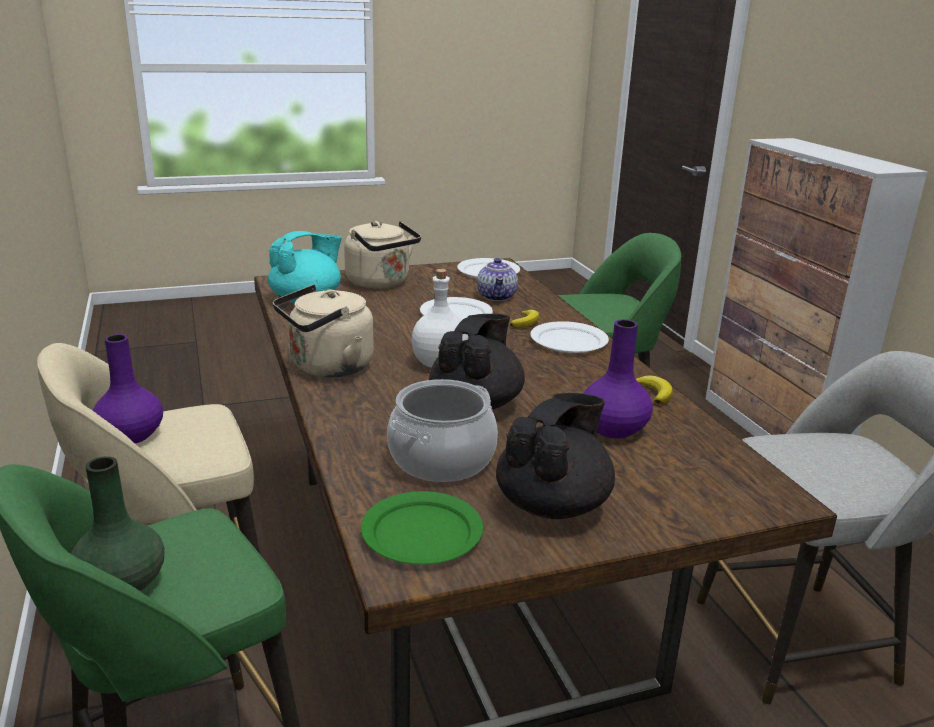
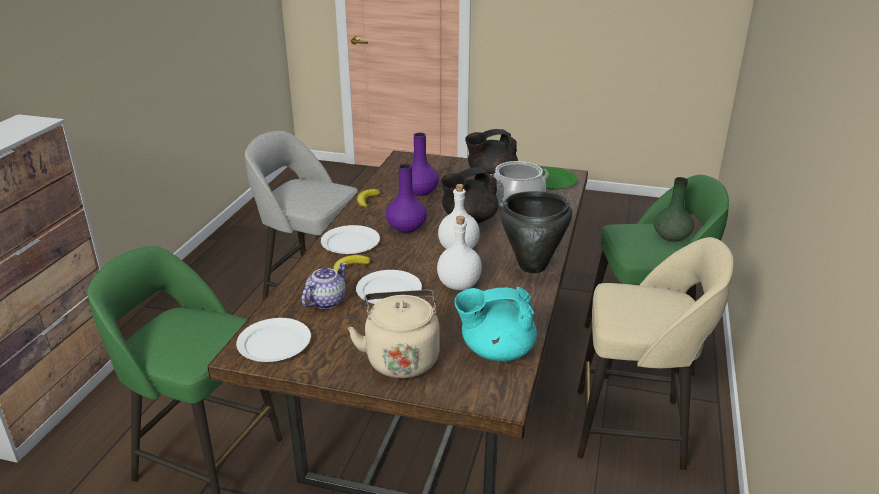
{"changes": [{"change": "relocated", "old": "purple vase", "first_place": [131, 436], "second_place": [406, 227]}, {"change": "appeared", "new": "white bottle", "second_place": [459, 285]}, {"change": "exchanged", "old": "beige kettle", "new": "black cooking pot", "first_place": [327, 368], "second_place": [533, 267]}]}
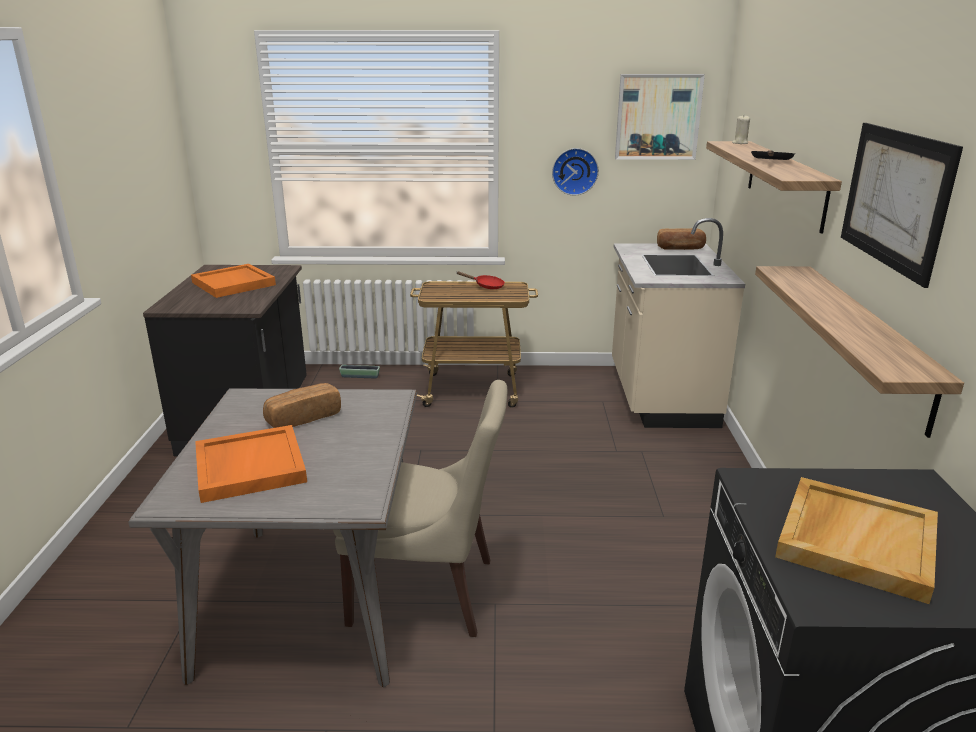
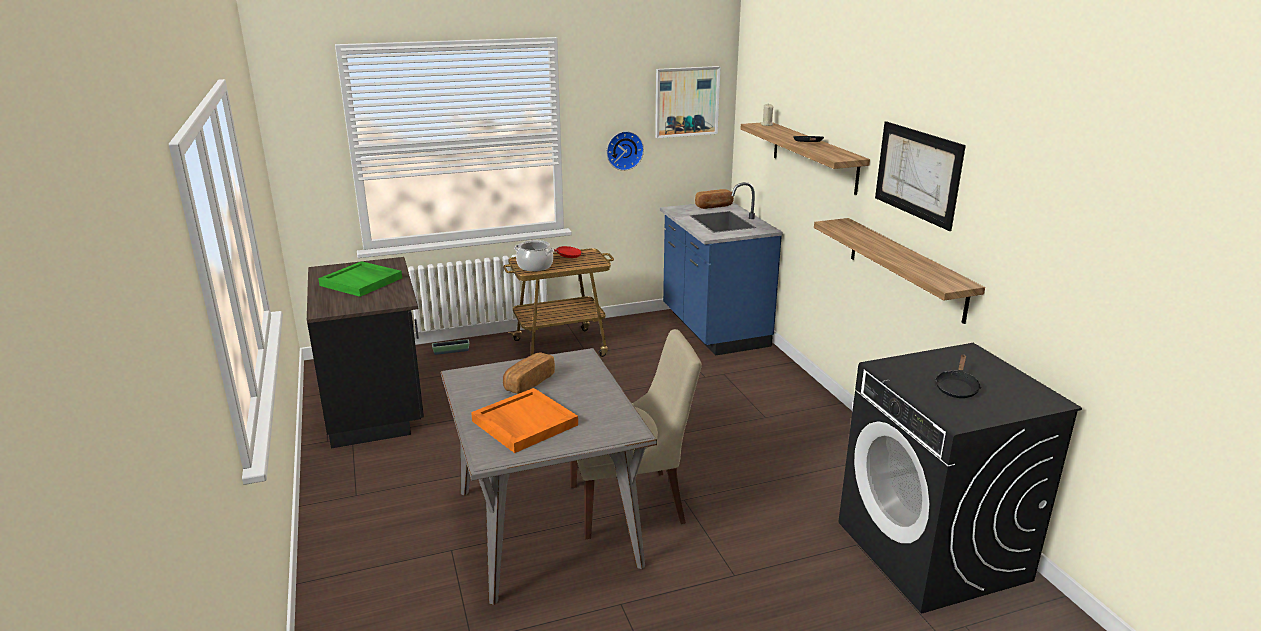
{"changes": [{"change": "colour", "old": "orange tray", "new": "green tray", "first_place": [234, 284], "second_place": [362, 281]}, {"change": "appeared", "new": "cooking pot", "second_place": [535, 266]}, {"change": "colour", "old": "beige counter", "new": "blue counter", "first_place": [659, 396], "second_place": [713, 329]}, {"change": "exchanged", "old": "beige tray", "new": "black frying pan", "first_place": [855, 540], "second_place": [956, 388]}]}
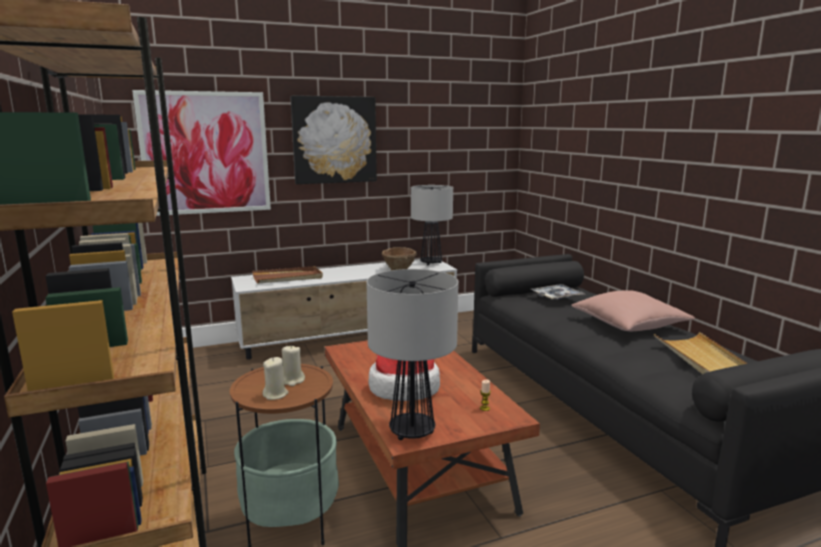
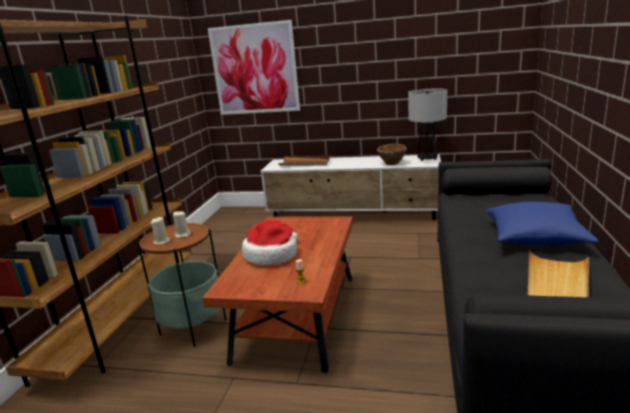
{"changes": [{"change": "colour", "old": "pink pillow", "new": "blue pillow", "first_place": [629, 325], "second_place": [535, 237]}, {"change": "missing", "old": "picture", "first_place": [334, 140]}, {"change": "missing", "old": "table lamp", "first_place": [413, 431]}, {"change": "missing", "old": "tray", "first_place": [556, 297]}]}
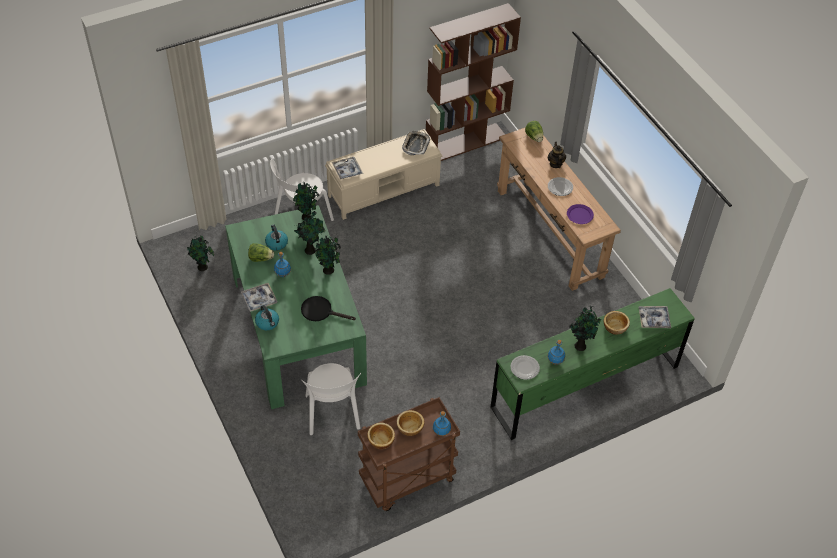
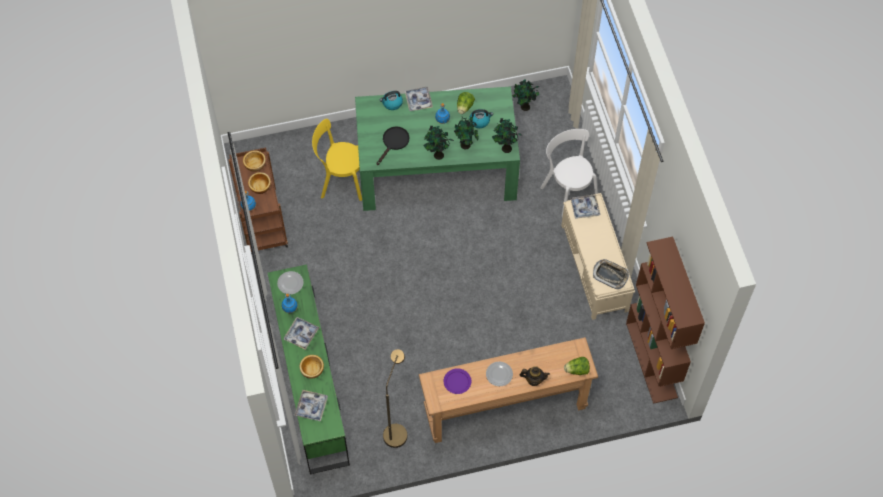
{"changes": [{"change": "exchanged", "old": "potted plant", "new": "tray", "first_place": [580, 345], "second_place": [301, 334]}, {"change": "colour", "old": "white chair", "new": "yellow chair", "first_place": [332, 414], "second_place": [340, 180]}, {"change": "appeared", "new": "brown floor lamp", "second_place": [396, 429]}]}
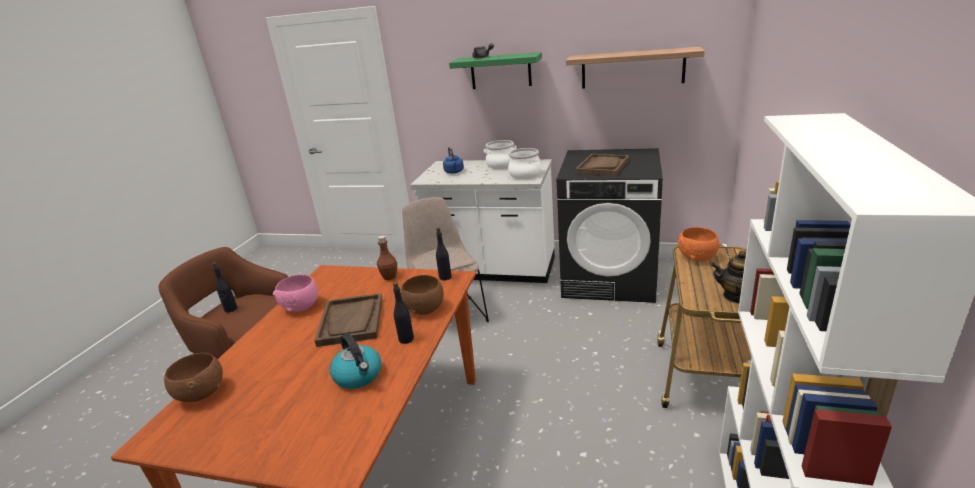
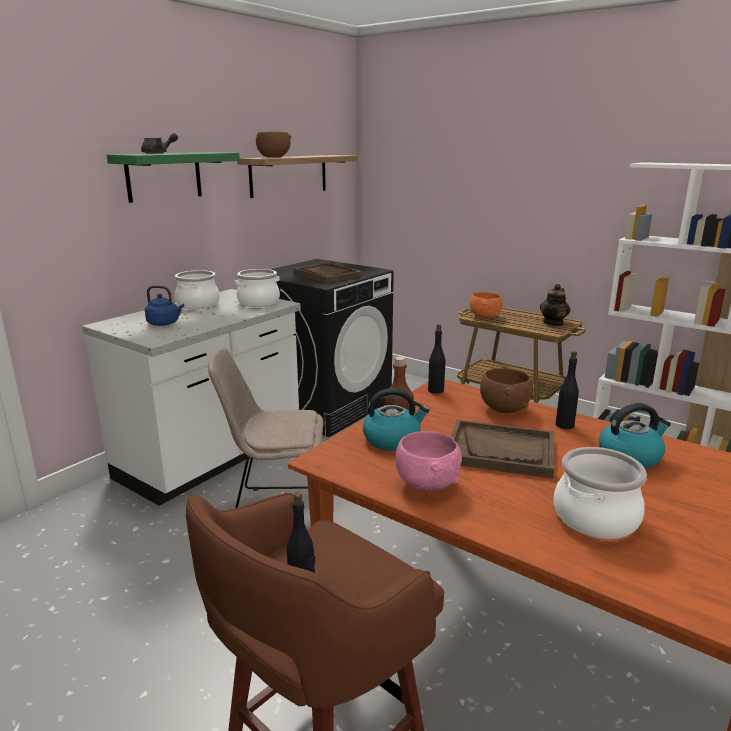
{"changes": [{"change": "relocated", "old": "brown bowl", "first_place": [201, 393], "second_place": [273, 157]}, {"change": "appeared", "new": "kettle", "second_place": [392, 439]}, {"change": "appeared", "new": "cooking pot", "second_place": [594, 517]}]}
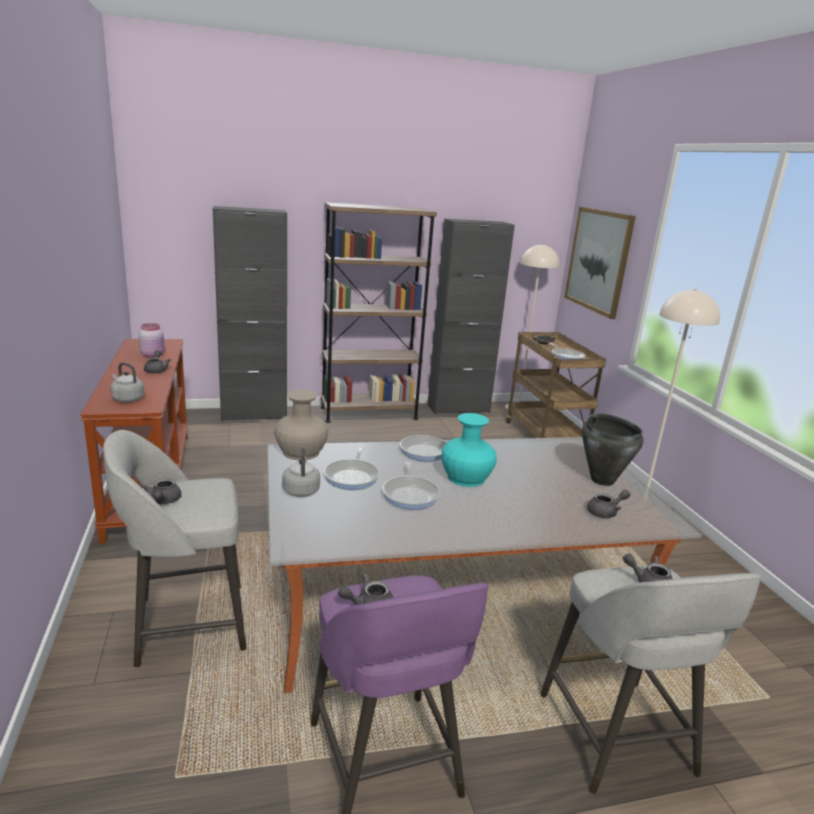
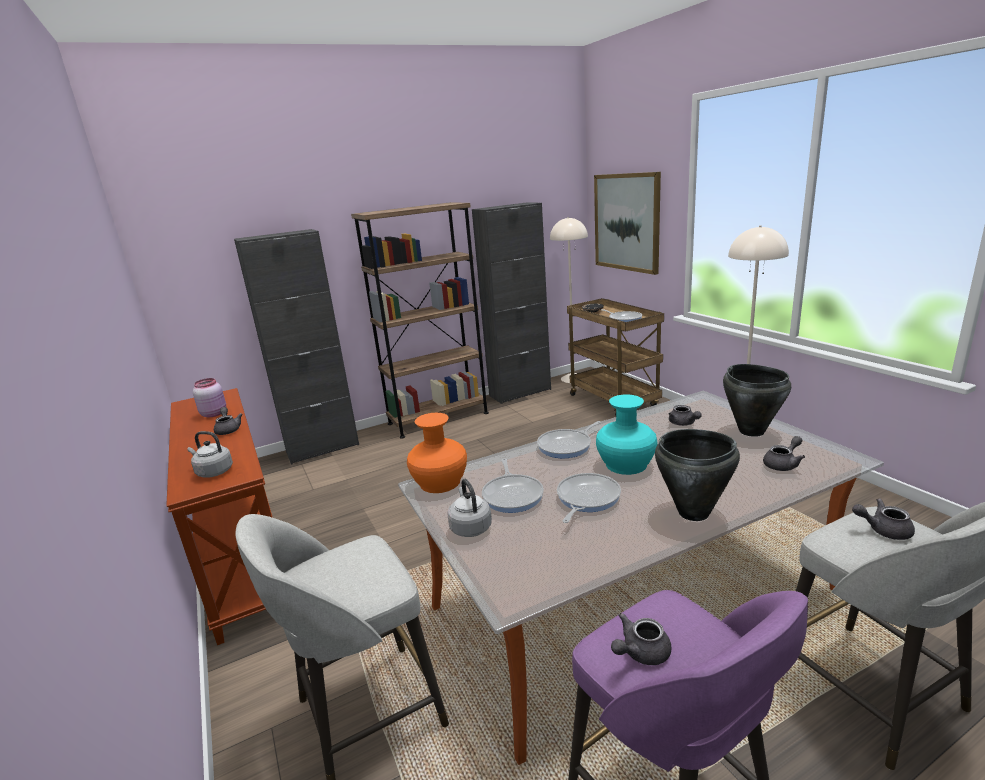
{"changes": [{"change": "colour", "old": "beige vase", "new": "orange vase", "first_place": [301, 452], "second_place": [440, 482]}, {"change": "spun", "old": "frying pan", "first_place": [410, 494], "second_place": [586, 499], "degrees": -135}, {"change": "appeared", "new": "black cooking pot", "second_place": [694, 513]}, {"change": "relocated", "old": "grey teapot", "first_place": [163, 501], "second_place": [683, 423]}]}
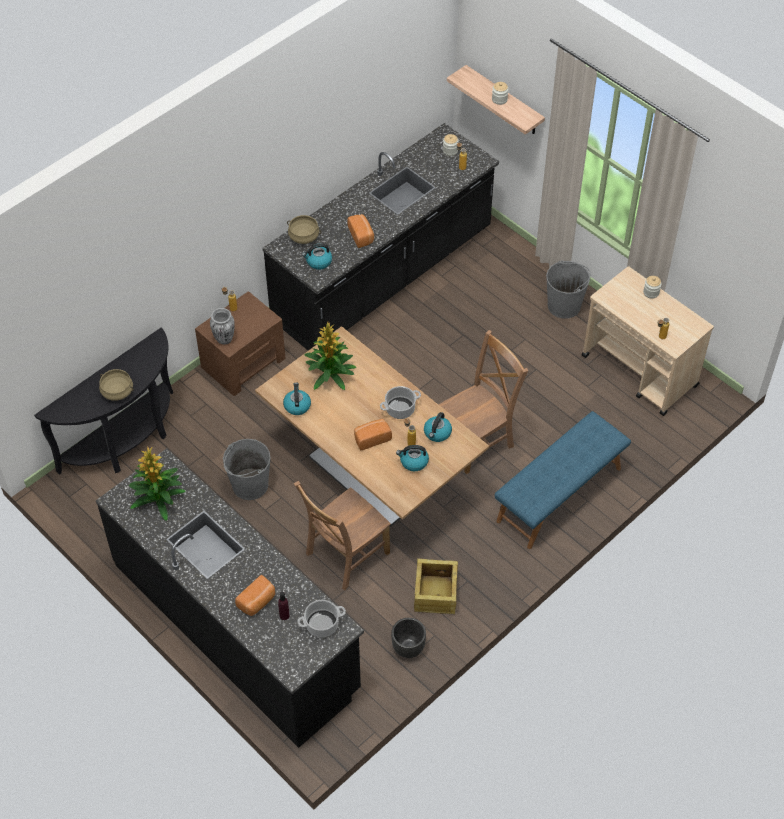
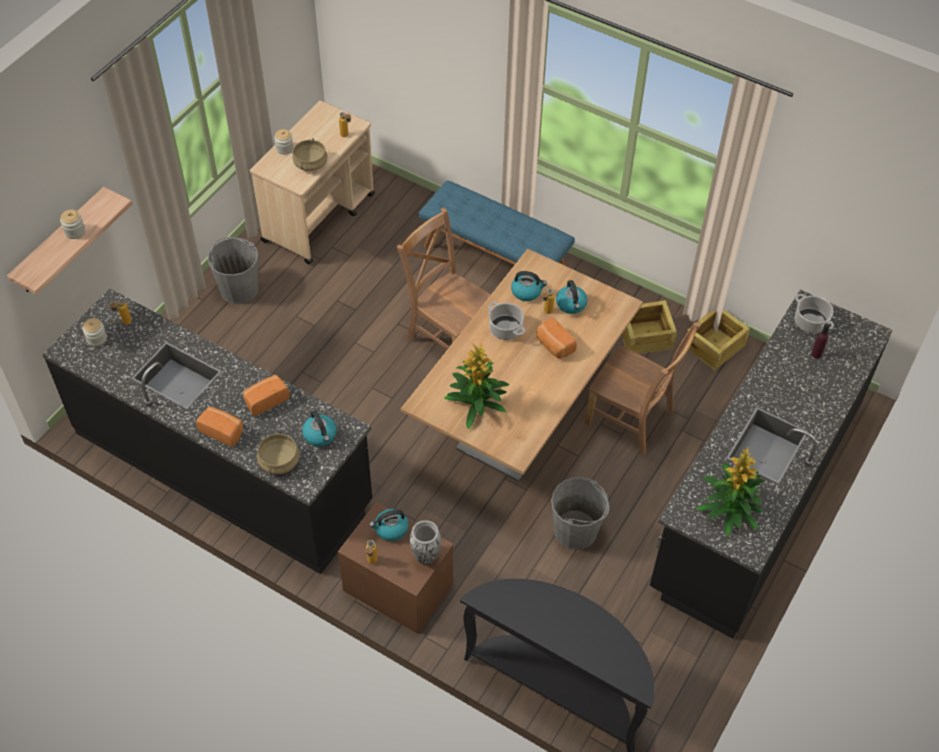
{"changes": [{"change": "relocated", "old": "bread", "first_place": [257, 602], "second_place": [223, 431]}, {"change": "relocated", "old": "beige cooking pot", "first_place": [117, 391], "second_place": [310, 163]}, {"change": "relocated", "old": "kettle", "first_place": [297, 405], "second_place": [391, 529]}, {"change": "exchanged", "old": "black planter", "new": "crate", "first_place": [408, 648], "second_place": [715, 346]}]}
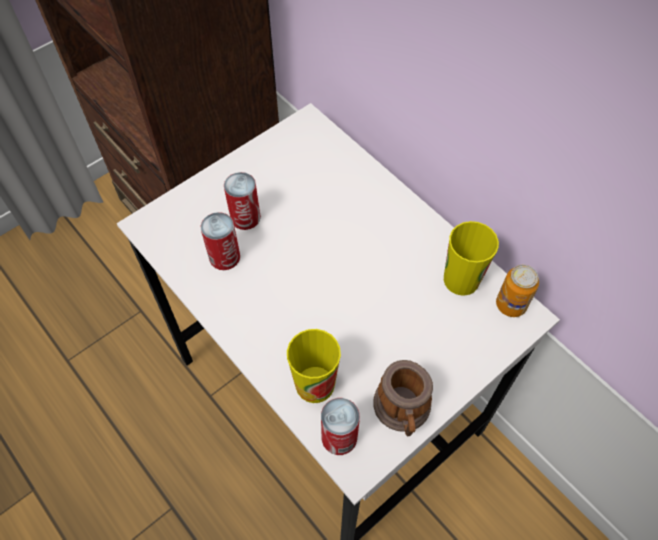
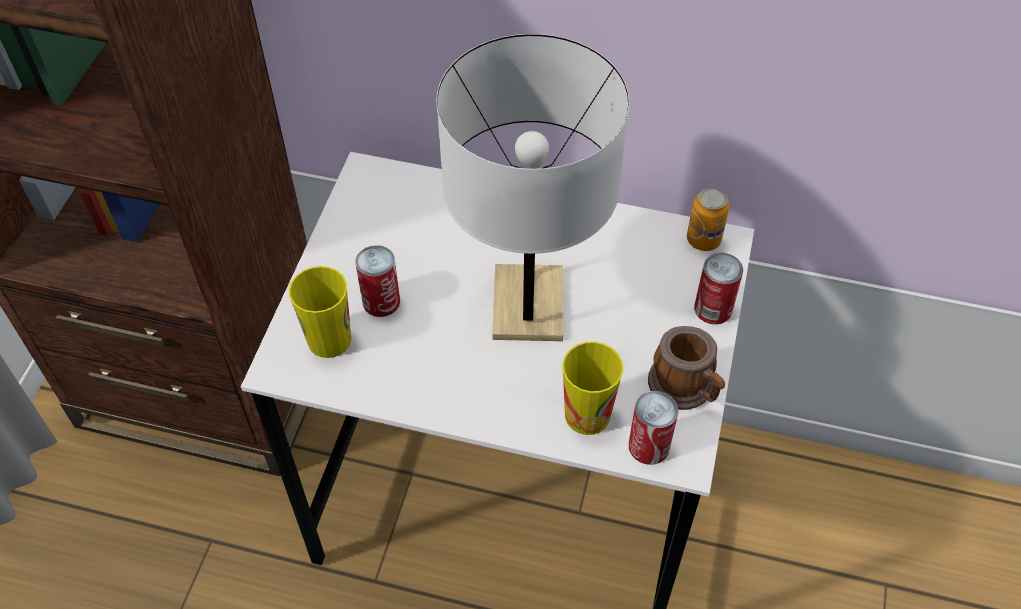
{"changes": [{"change": "relocated", "old": "cup", "first_place": [461, 279], "second_place": [329, 339]}, {"change": "appeared", "new": "white table lamp", "second_place": [528, 305]}, {"change": "relocated", "old": "can", "first_place": [224, 257], "second_place": [713, 309]}]}
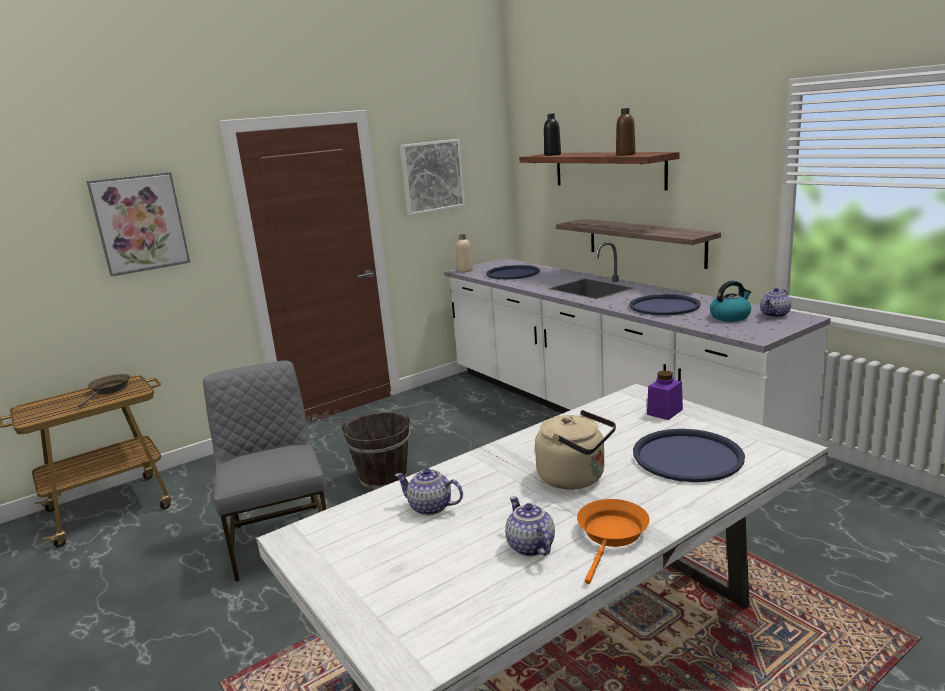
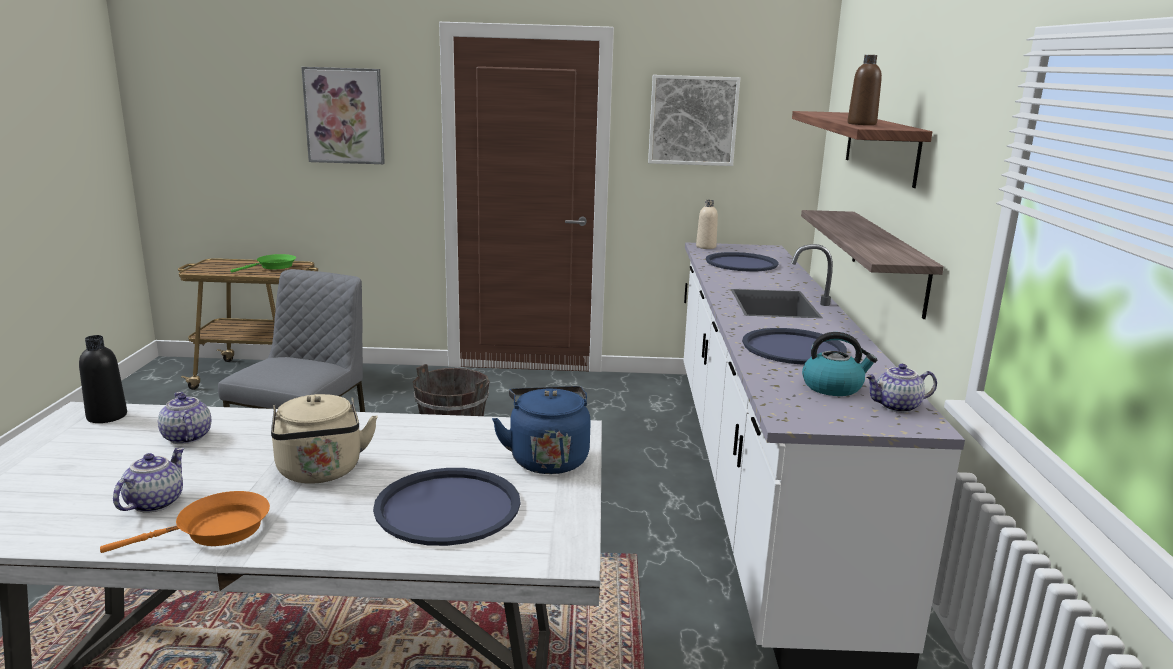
{"changes": [{"change": "relocated", "old": "black bottle", "first_place": [552, 155], "second_place": [107, 416]}, {"change": "colour", "old": "brown frying pan", "new": "green frying pan", "first_place": [109, 390], "second_place": [273, 267]}, {"change": "exchanged", "old": "purple jar", "new": "blue kettle", "first_place": [664, 412], "second_place": [547, 458]}]}
